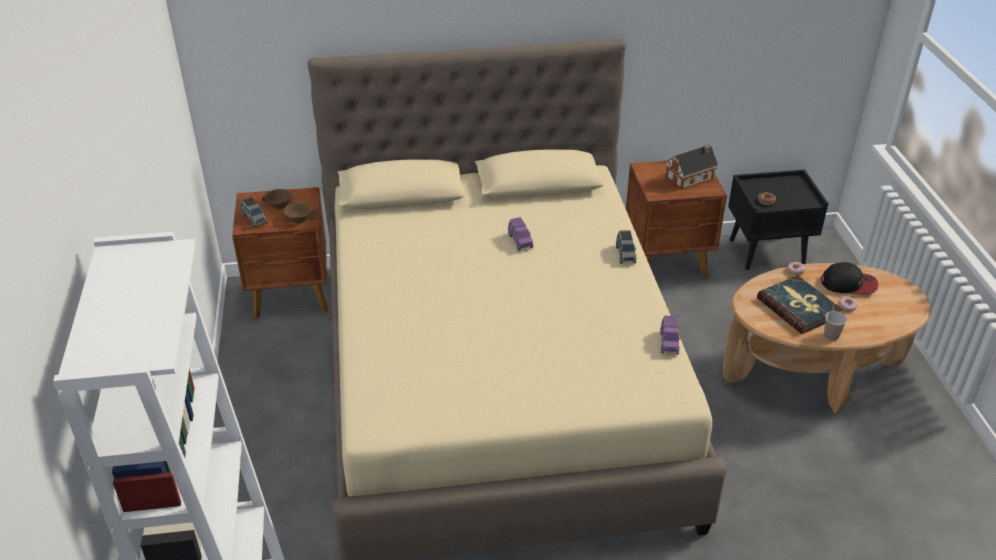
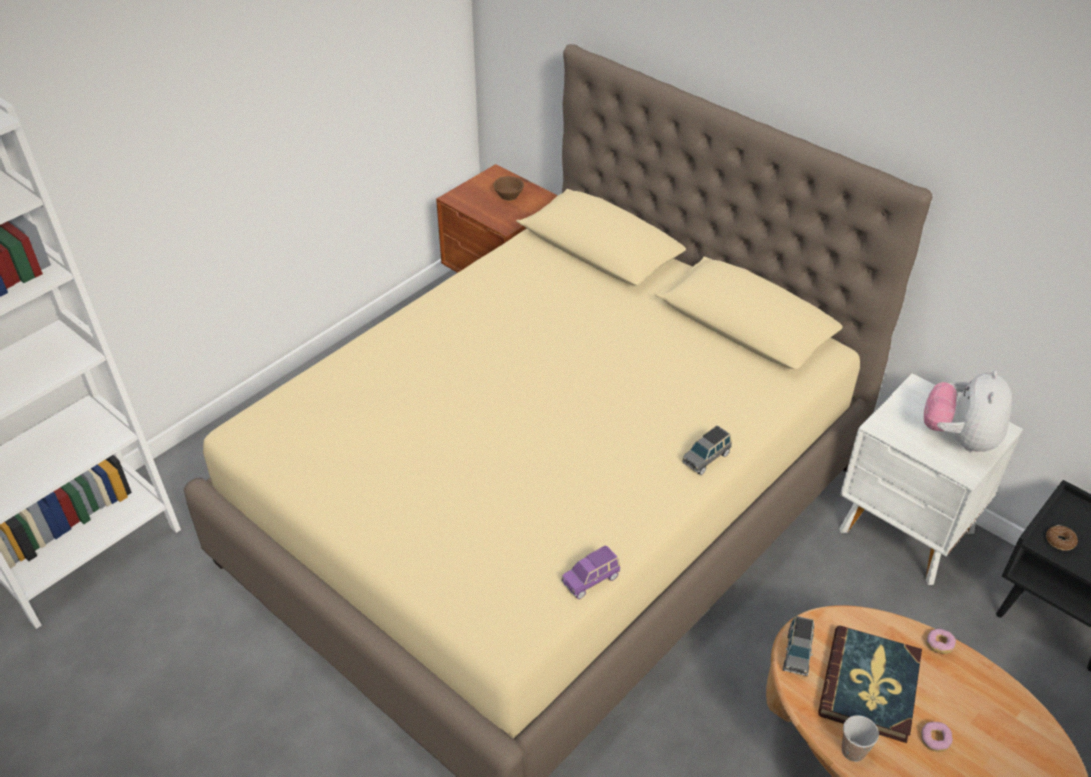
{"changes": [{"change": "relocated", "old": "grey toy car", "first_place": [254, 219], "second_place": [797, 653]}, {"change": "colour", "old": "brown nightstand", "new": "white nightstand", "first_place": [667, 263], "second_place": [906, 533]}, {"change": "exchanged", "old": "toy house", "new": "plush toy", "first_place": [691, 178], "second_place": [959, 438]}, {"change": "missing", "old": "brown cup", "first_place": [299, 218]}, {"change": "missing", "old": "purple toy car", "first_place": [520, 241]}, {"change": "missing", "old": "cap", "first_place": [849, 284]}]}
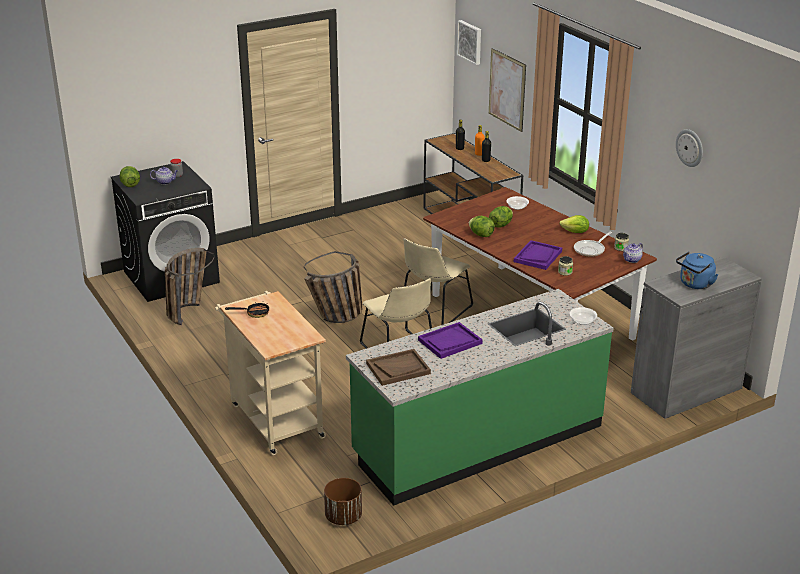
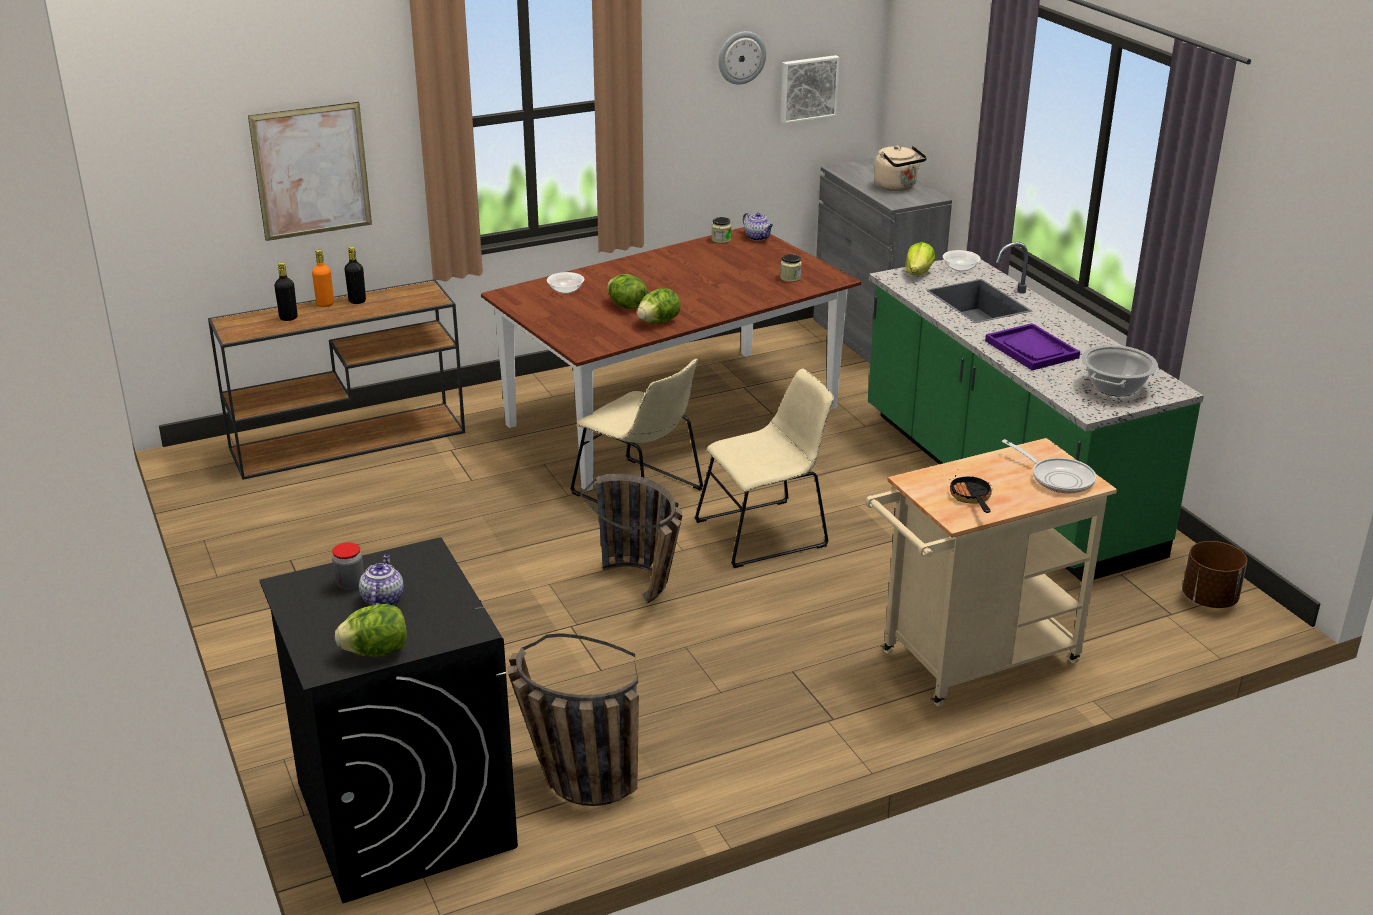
{"changes": [{"change": "relocated", "old": "picture", "first_place": [470, 42], "second_place": [808, 88]}, {"change": "colour", "old": "blue kettle", "new": "beige kettle", "first_place": [695, 284], "second_place": [897, 187]}, {"change": "relocated", "old": "lettuce", "first_place": [575, 232], "second_place": [918, 273]}, {"change": "relocated", "old": "frying pan", "first_place": [591, 250], "second_place": [1058, 478]}, {"change": "exchanged", "old": "brown tray", "new": "cooking pot", "first_place": [398, 368], "second_place": [1115, 387]}, {"change": "missing", "old": "purple tray", "first_place": [537, 256]}]}
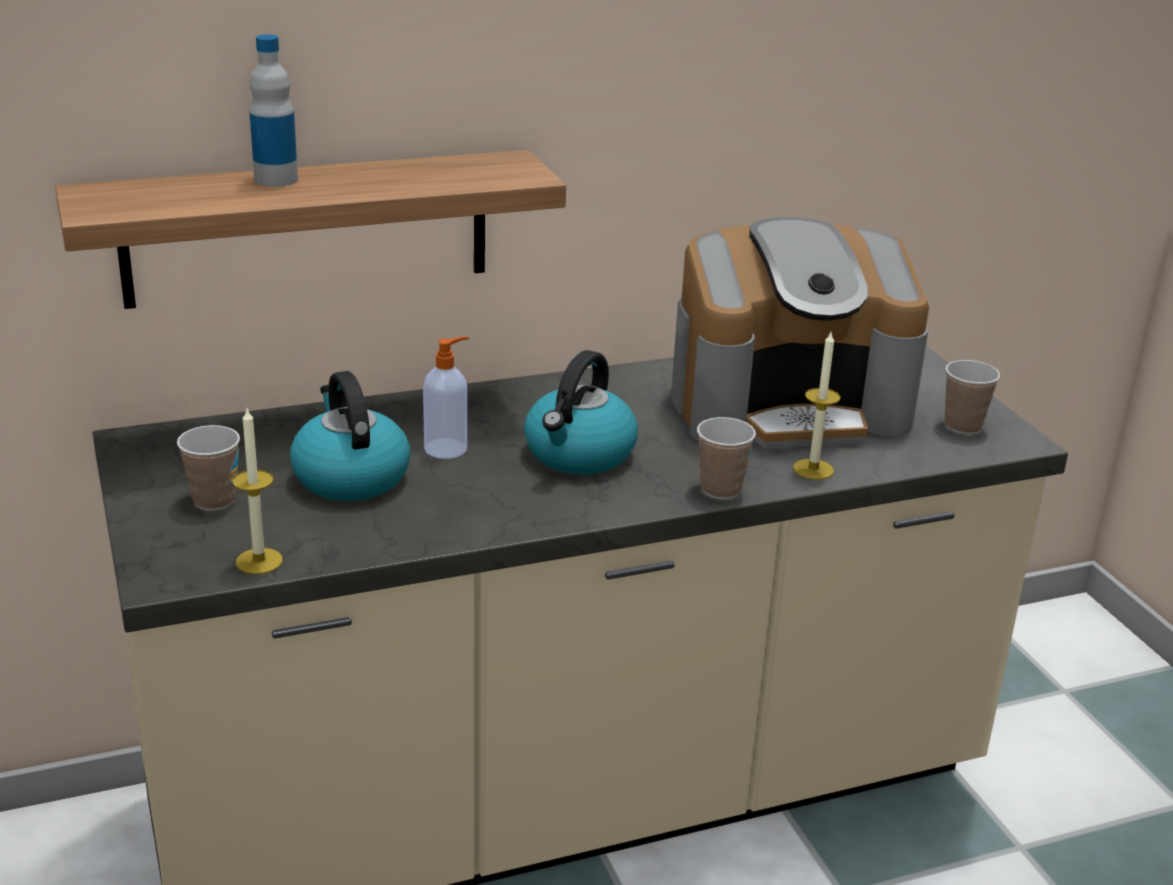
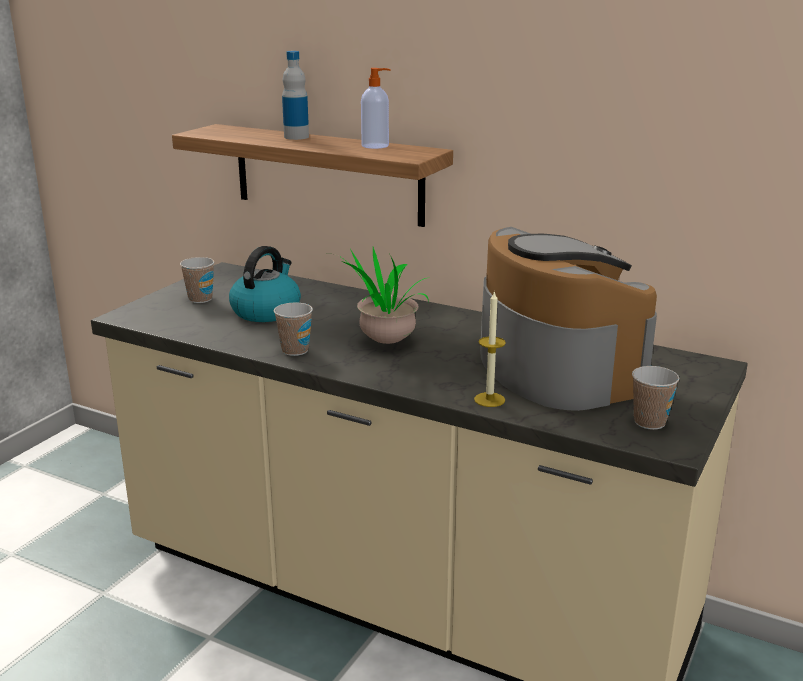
{"changes": [{"change": "relocated", "old": "cup", "first_place": [720, 489], "second_place": [295, 350]}, {"change": "exchanged", "old": "kettle", "new": "potted plant", "first_place": [579, 454], "second_place": [383, 343]}, {"change": "relocated", "old": "soap dispenser", "first_place": [447, 448], "second_place": [376, 146]}, {"change": "spun", "old": "coffee machine", "first_place": [789, 405], "second_place": [555, 368], "degrees": -150}, {"change": "missing", "old": "candle", "first_place": [259, 561]}]}
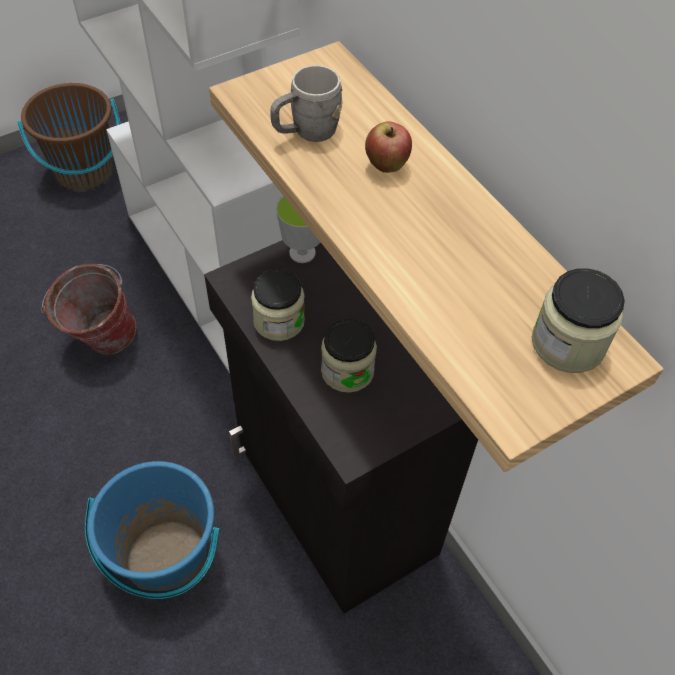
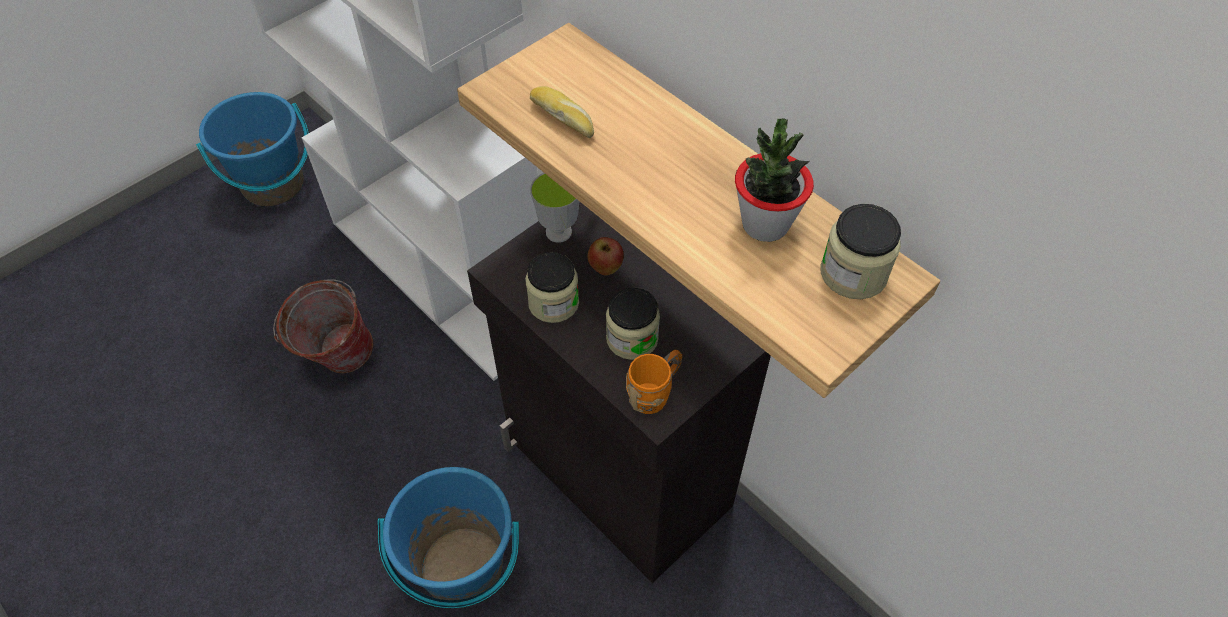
{"changes": [{"change": "colour", "old": "brown bucket", "new": "blue bucket", "first_place": [84, 171], "second_place": [273, 185]}, {"change": "exchanged", "old": "grey mug", "new": "bread", "first_place": [306, 132], "second_place": [564, 118]}, {"change": "relocated", "old": "apple", "first_place": [386, 166], "second_place": [606, 268]}, {"change": "appeared", "new": "orange mug", "second_place": [654, 392]}, {"change": "appeared", "new": "potted plant", "second_place": [765, 225]}]}
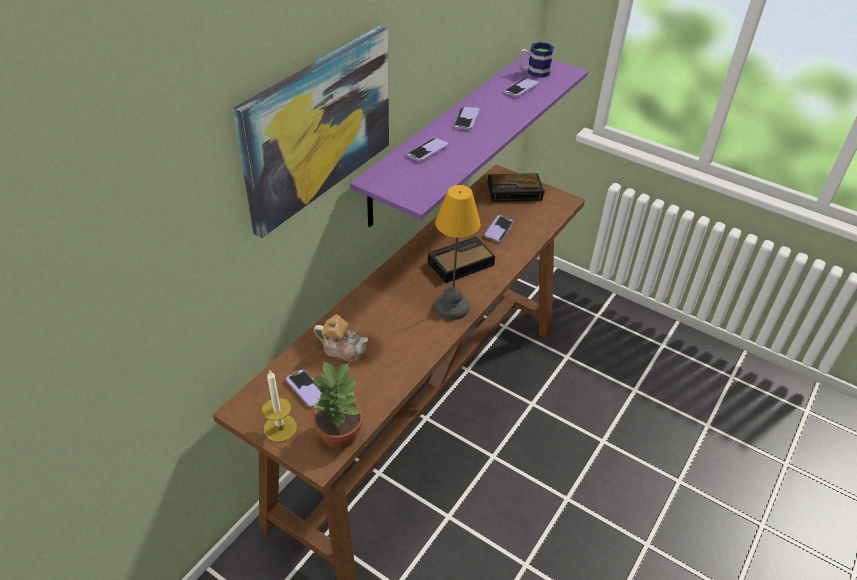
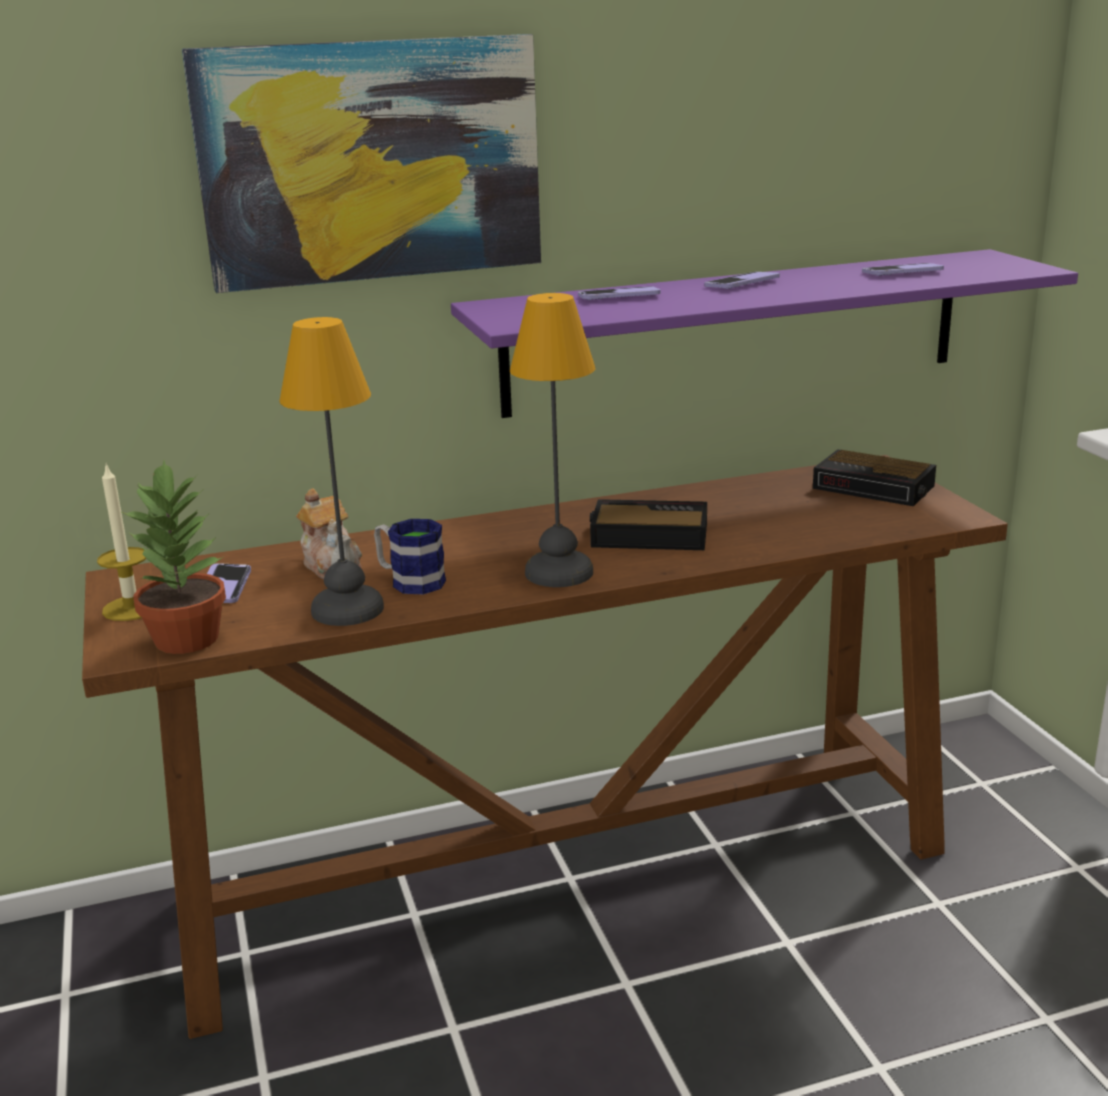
{"changes": [{"change": "appeared", "new": "table lamp", "second_place": [348, 610]}, {"change": "relocated", "old": "mug", "first_place": [533, 72], "second_place": [409, 581]}, {"change": "missing", "old": "phone", "first_place": [499, 230]}]}
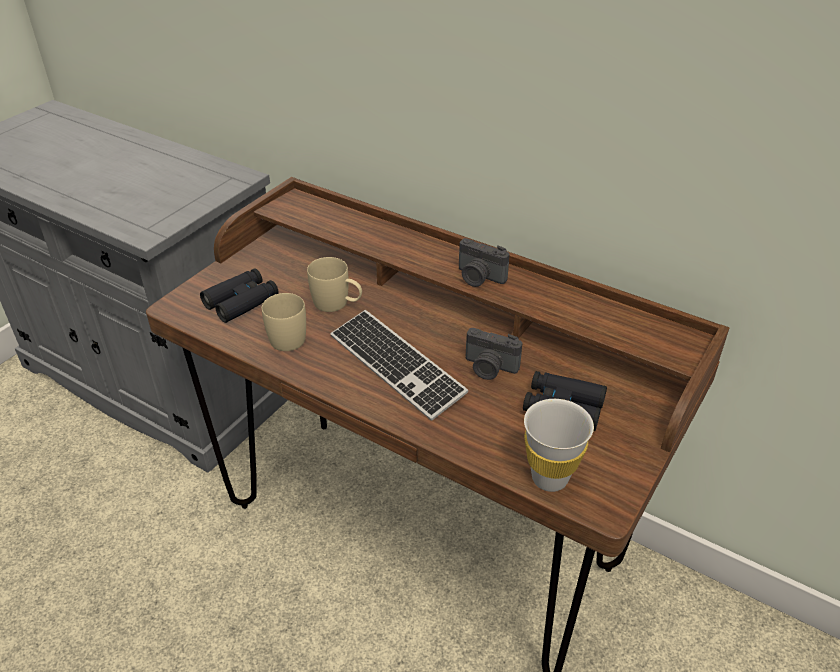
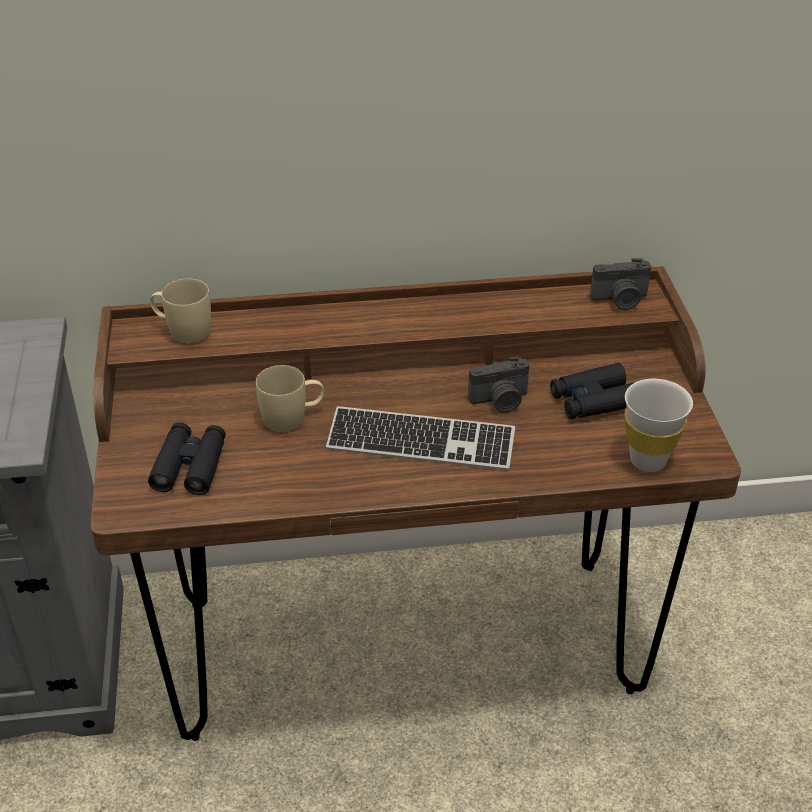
{"changes": [{"change": "relocated", "old": "beige mug", "first_place": [284, 335], "second_place": [182, 330]}, {"change": "relocated", "old": "photo camera", "first_place": [479, 278], "second_place": [620, 300]}]}
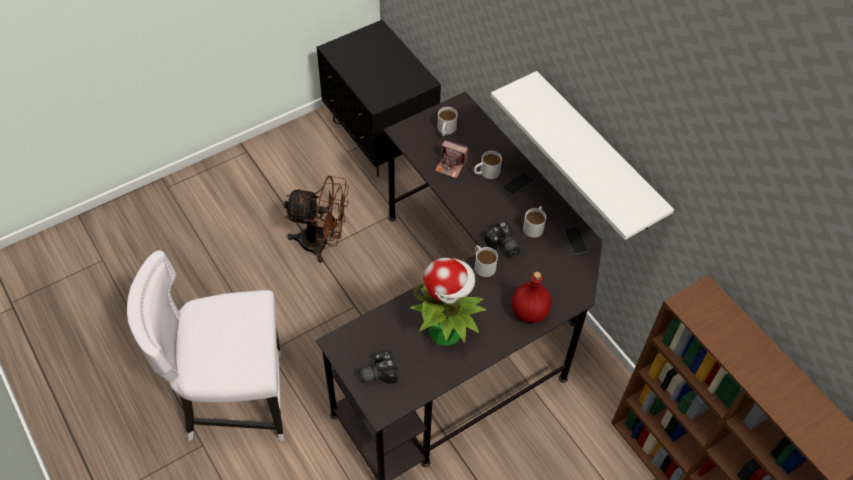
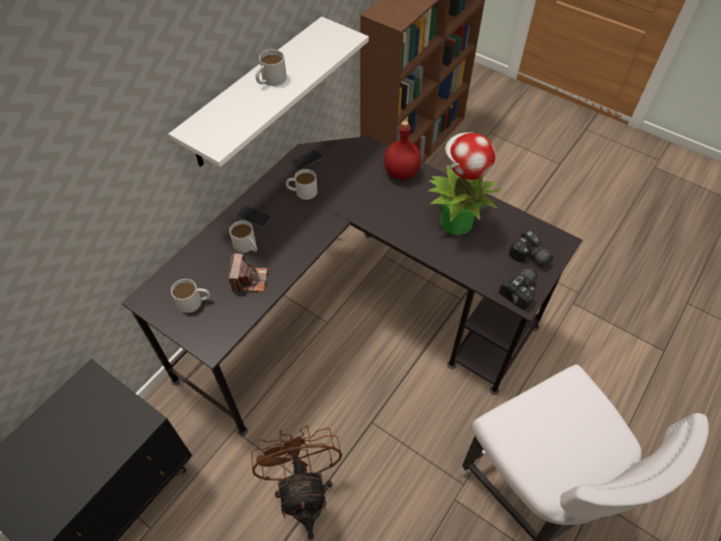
{"changes": [{"change": "relocated", "old": "white mug", "first_place": [483, 264], "second_place": [270, 80]}, {"change": "relocated", "old": "photo camera", "first_place": [502, 246], "second_place": [521, 291]}]}
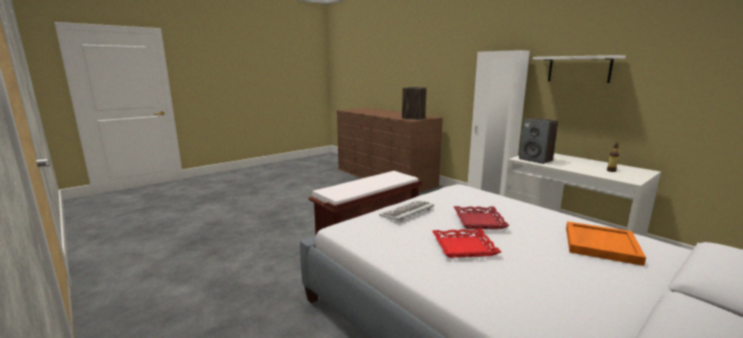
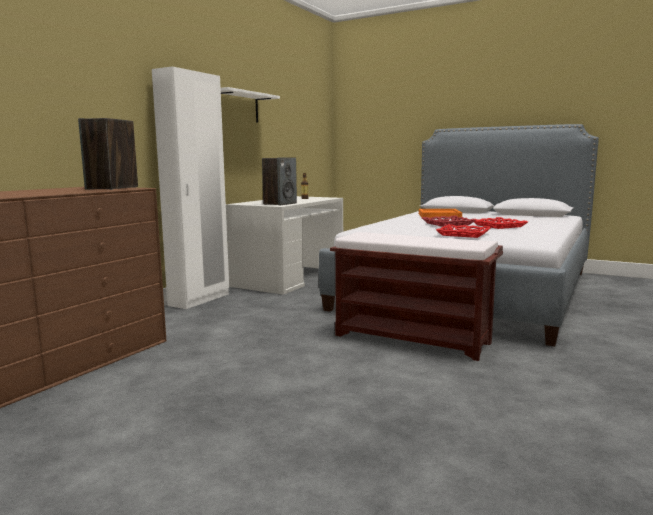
{"changes": [{"change": "exchanged", "old": "keyboard", "new": "red tray", "first_place": [407, 212], "second_place": [464, 234]}]}
